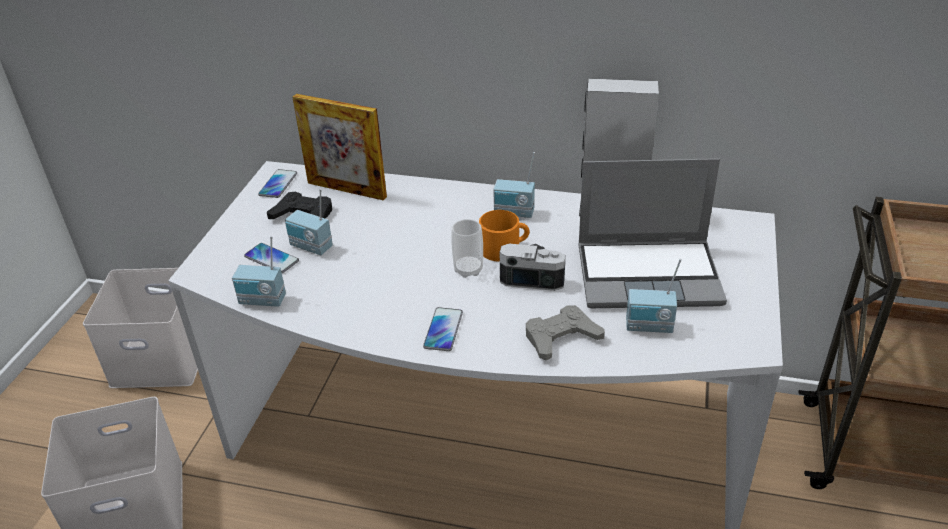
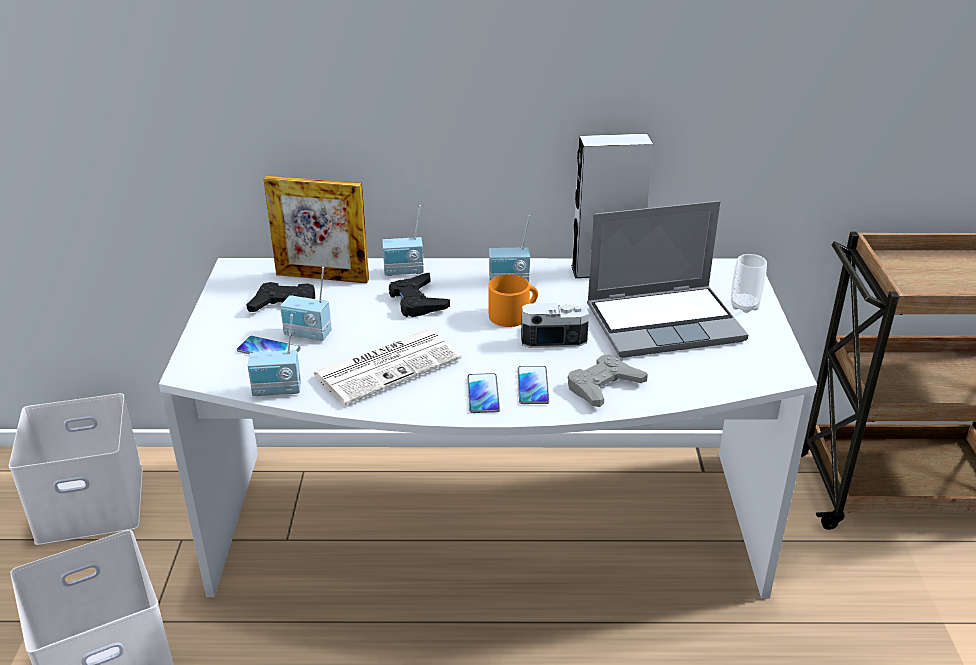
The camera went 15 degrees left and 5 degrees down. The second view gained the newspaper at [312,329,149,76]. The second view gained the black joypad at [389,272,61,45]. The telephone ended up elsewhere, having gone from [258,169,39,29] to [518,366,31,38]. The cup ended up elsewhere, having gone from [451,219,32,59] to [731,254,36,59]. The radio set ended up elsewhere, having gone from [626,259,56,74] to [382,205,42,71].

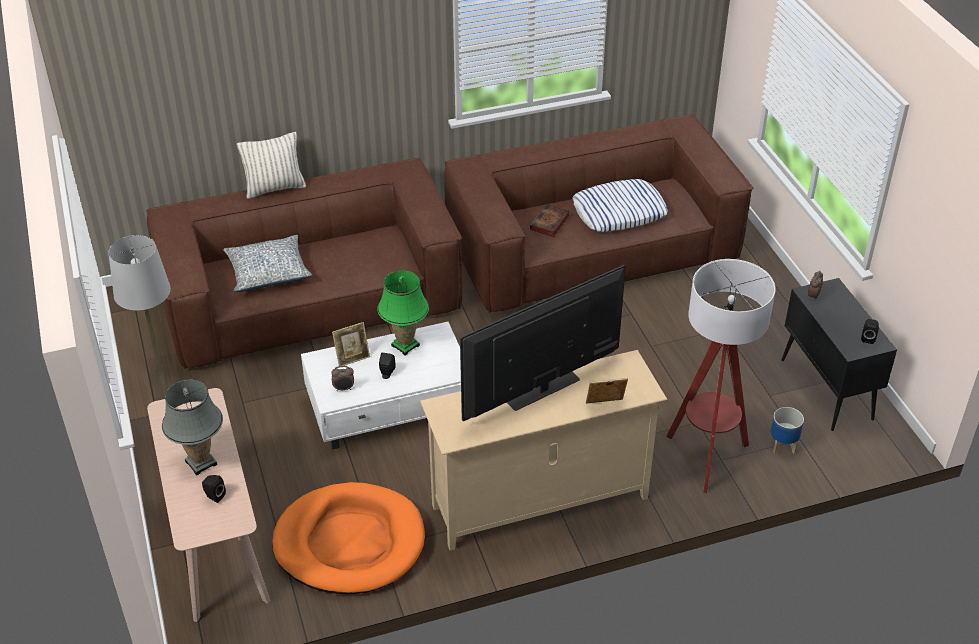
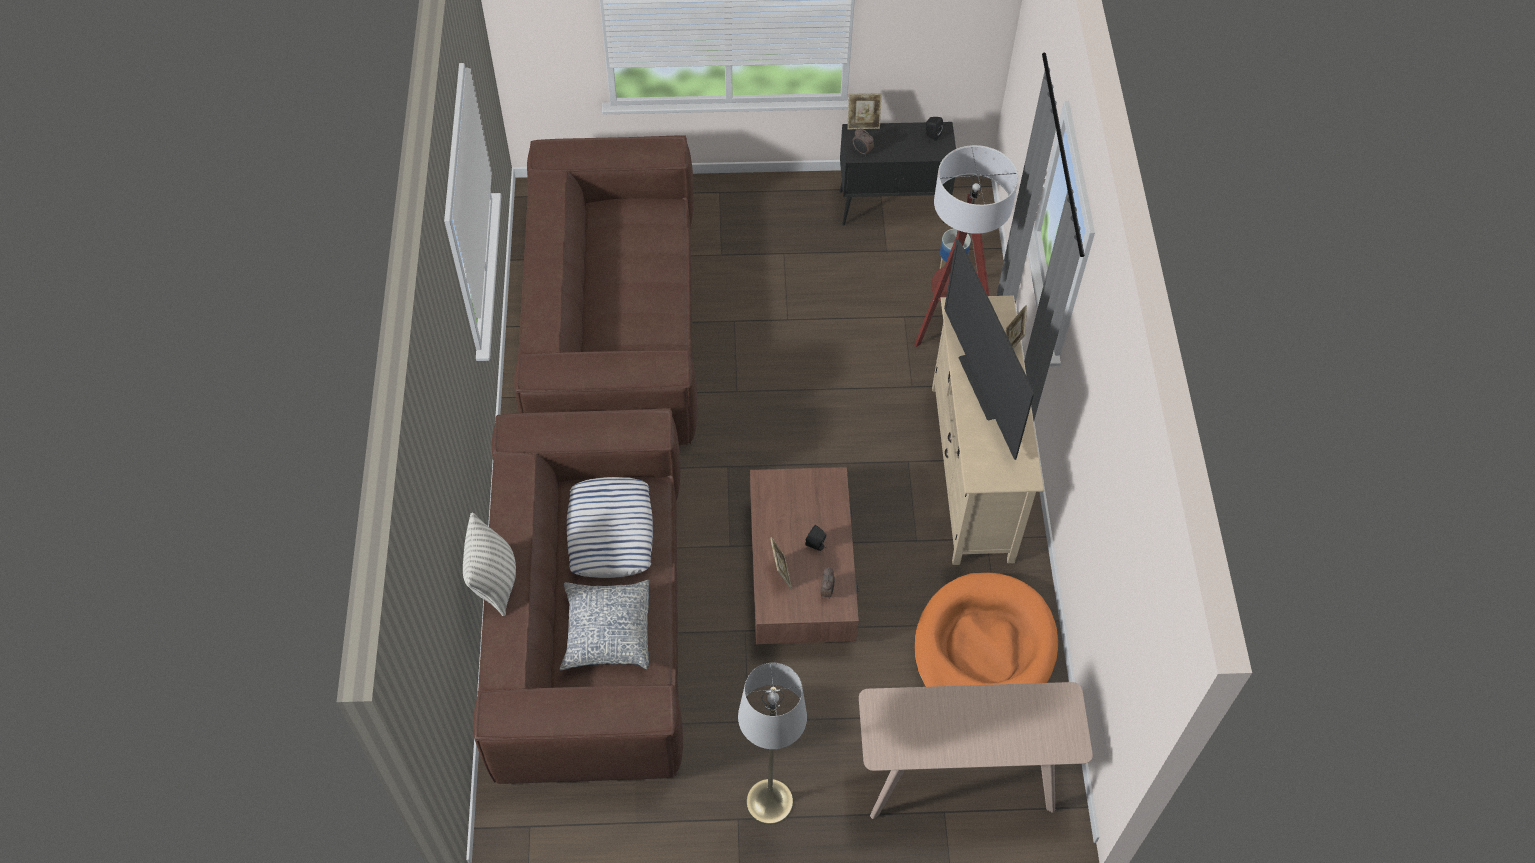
The camera went 75 degrees left and 15 degrees up. The second view lost the greyish table lamp at [162,380,61,95]. The second view lost the black audio speaker at [202,475,24,28]. The second view lost the green table lamp at [377,271,52,84]. The second view lost the volume at [530,204,40,33]. The second view gained the standing frame at [847,93,35,37]. The cushion ended up elsewhere, having gone from [573,179,95,53] to [567,477,86,101]. What was the whitish low table at [301,322,160,128] turned into the brown low table at [750,467,109,177].

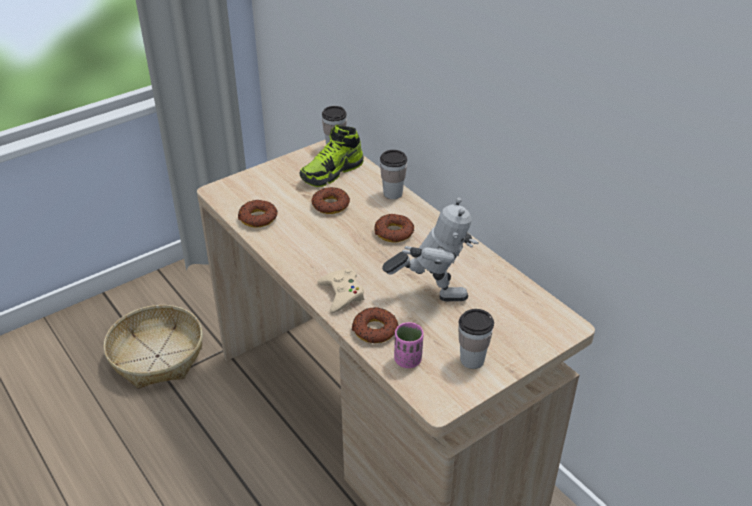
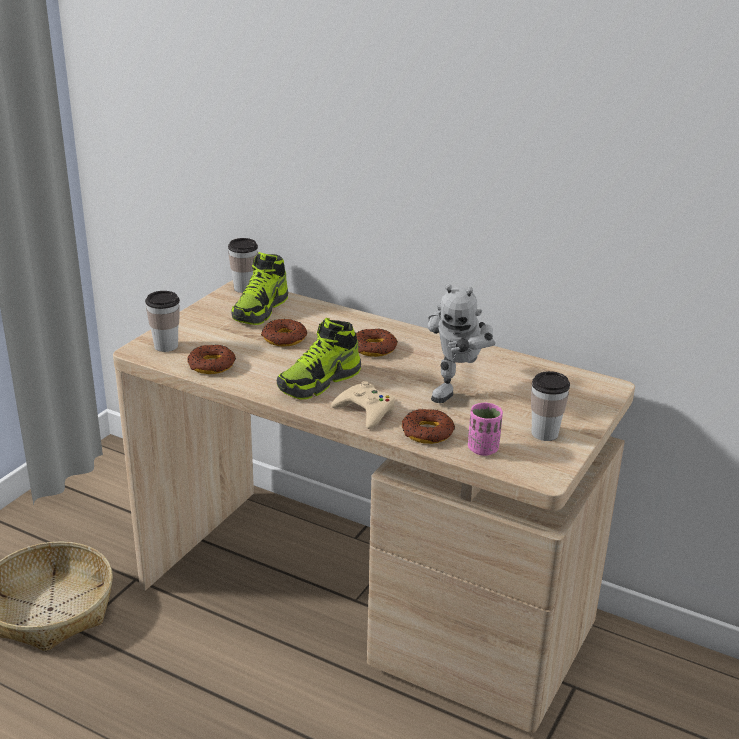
The camera went 25 degrees left and 10 degrees down. The second view gained the item of footwear at [277,317,84,82]. The cup ended up elsewhere, having gone from [380,150,27,49] to [145,291,35,61]. The toy robot at [382,197,97,104] ended up facing another way, 135 degrees clockwise from before.

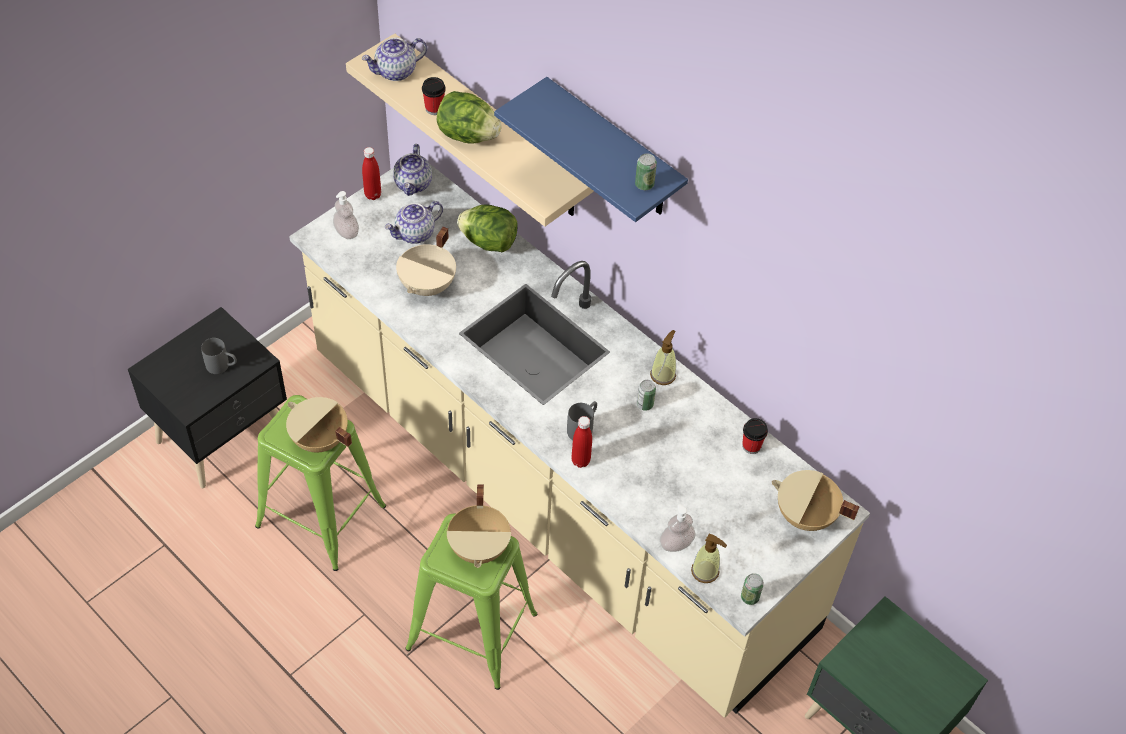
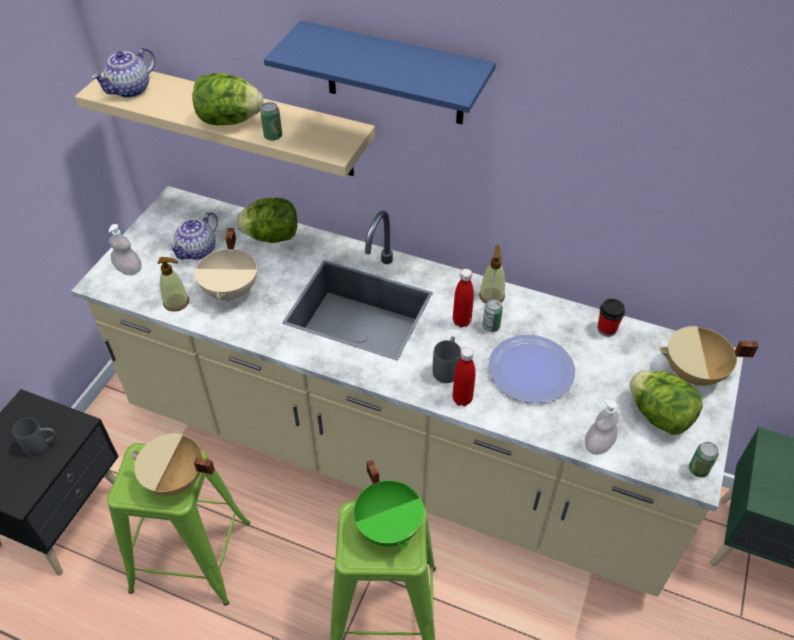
The camera went 20 degrees left and 5 degrees down. The second view lost the teapot at [393,144,39,52]. The second view lost the cup at [422,77,24,38]. The second view gained the flat dish at [488,335,87,68]. The second view gained the lettuce head at [630,371,73,64]. The red beverage bottle ended up elsewhere, having gone from [362,147,19,53] to [453,269,21,58]. The can ended up elsewhere, having gone from [635,153,22,37] to [260,102,22,39]. The liquid soap bottle ended up elsewhere, having gone from [691,534,36,49] to [157,257,32,55]. What was the sand-coloured stockpot at [447,484,64,84] turned into the green stockpot at [354,460,70,89].

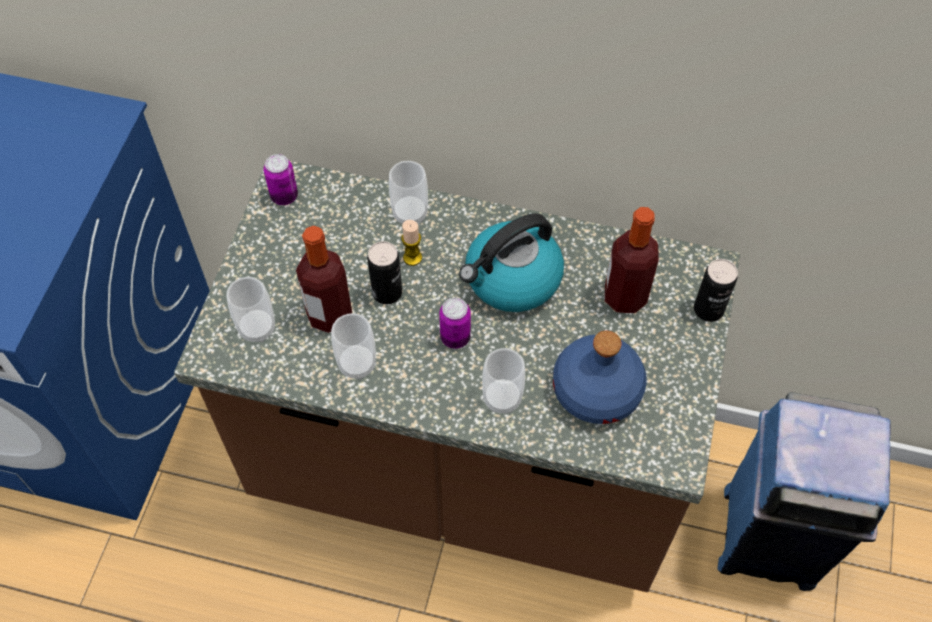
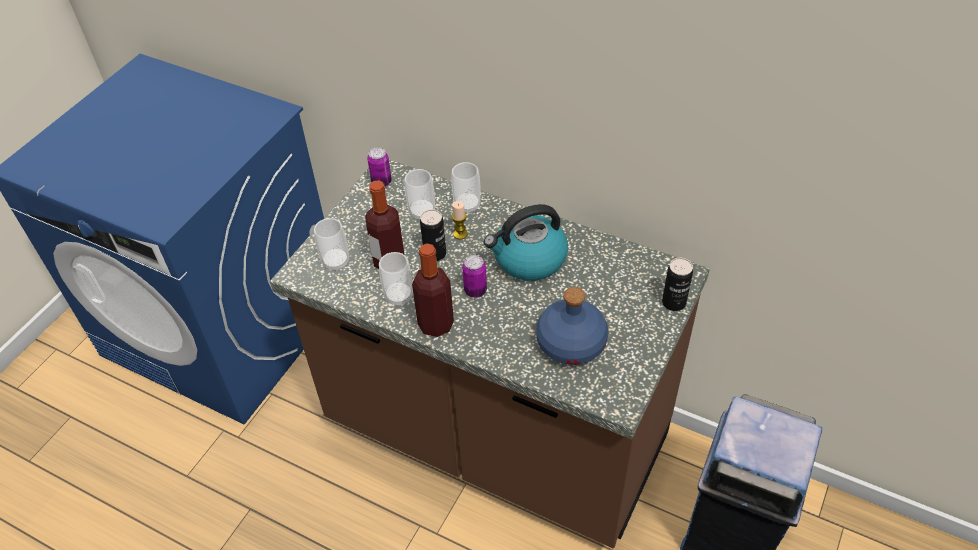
The camera went 15 degrees right and 10 degrees down. The cup ended up elsewhere, having gone from [482,348,43,66] to [404,169,31,51]. The beverage bottle ended up elsewhere, having gone from [605,207,54,106] to [412,244,42,93].

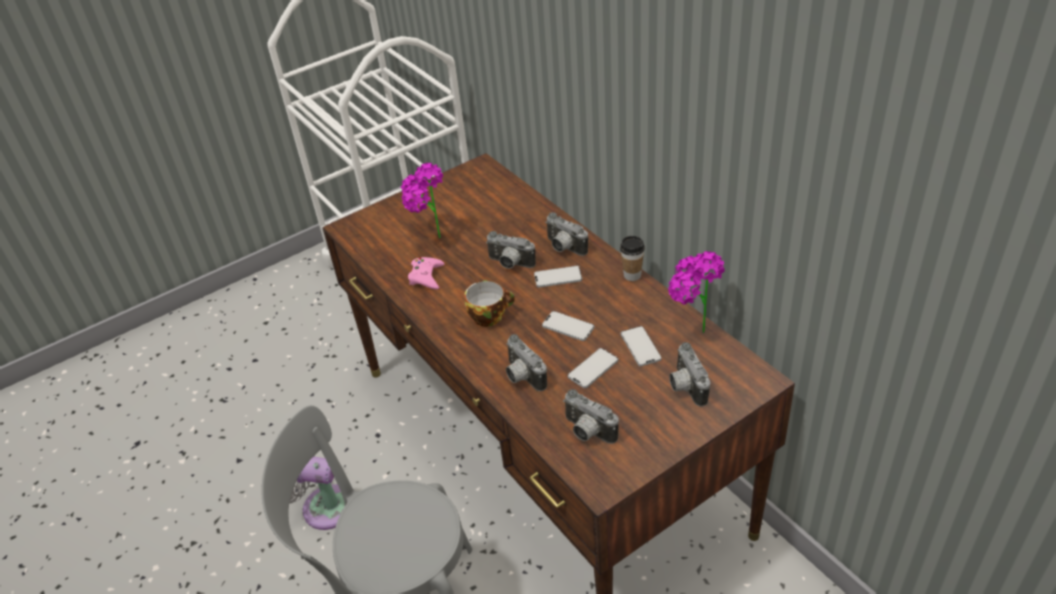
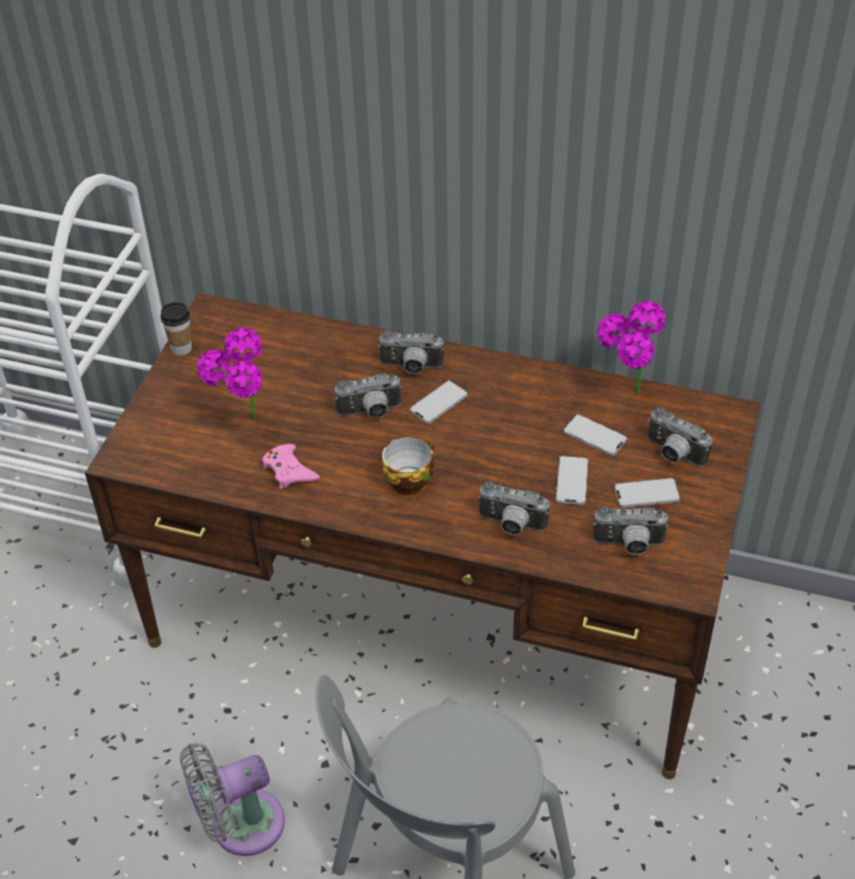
The camera went 40 degrees left and 5 degrees up. The telephone ended up elsewhere, having gone from [542,311,53,30] to [614,478,67,30]. The cup ended up elsewhere, having gone from [620,236,25,45] to [160,302,32,53].

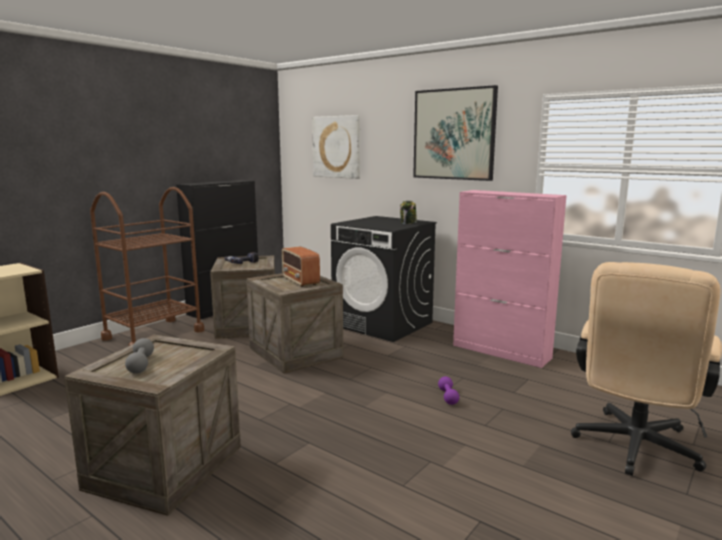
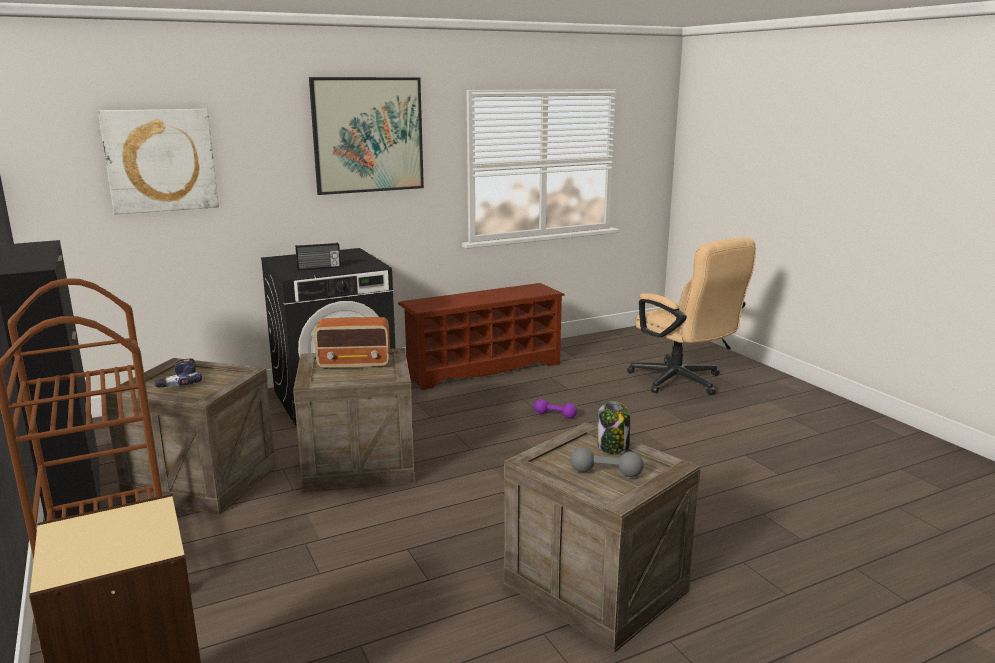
The camera went 65 degrees left and 5 degrees up. The second view gained the radio set at [295,243,46,27]. The jar ended up elsewhere, having gone from [400,201,17,23] to [597,401,33,54]. Where the pink cupboard stood at [453,190,114,178], the brown shoe shelf came to stand at [398,283,167,107].

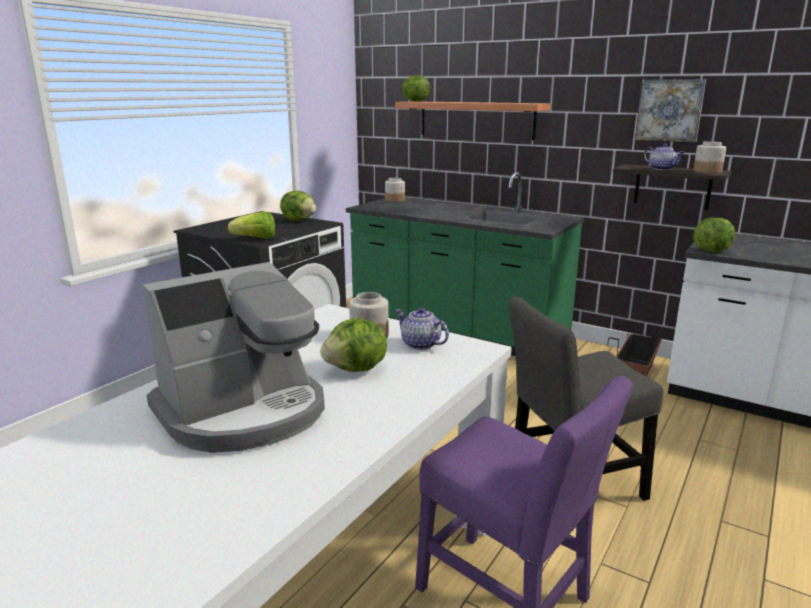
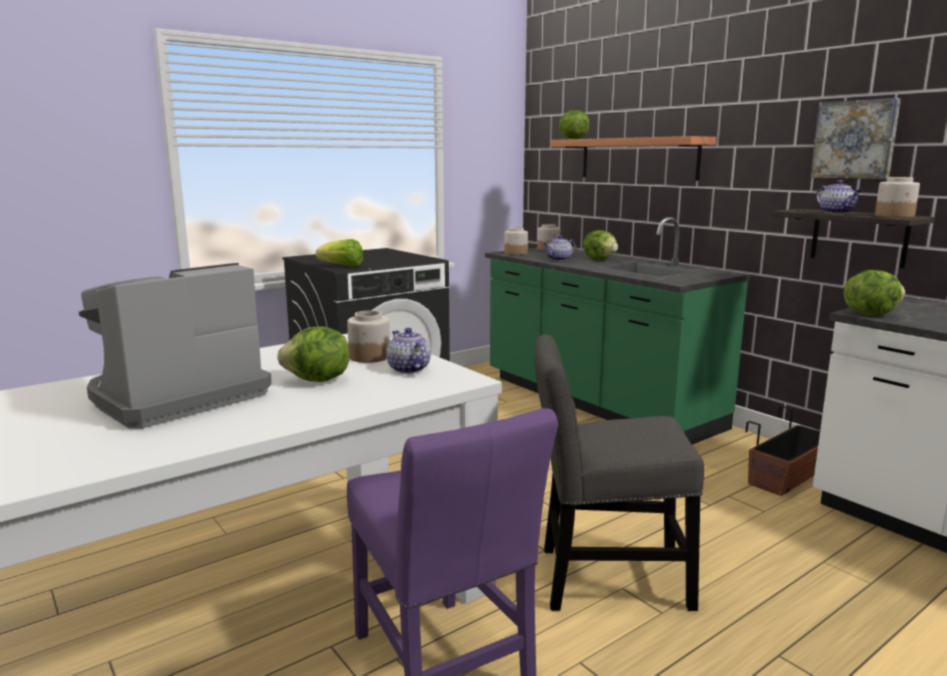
The camera went 20 degrees right and 5 degrees down. The second view gained the jar at [504,227,24,28]. The second view gained the teapot at [543,235,33,26]. The lettuce head ended up elsewhere, having gone from [280,191,36,30] to [583,230,35,29]. The coffee maker at [142,262,183,191] ended up facing another way, 150 degrees clockwise from before.

